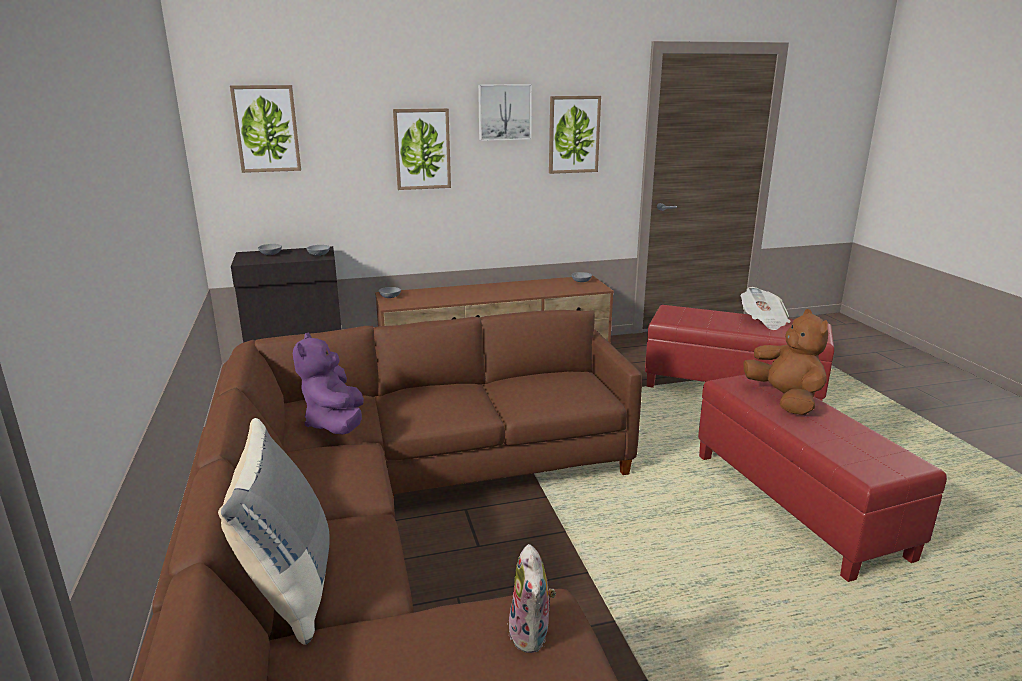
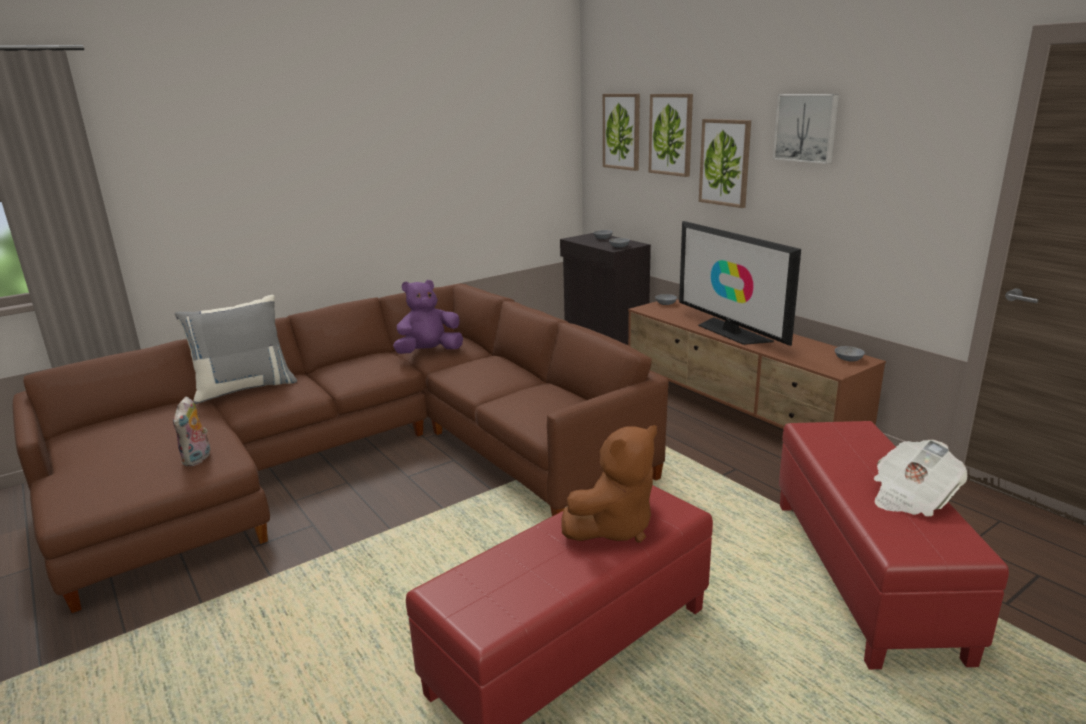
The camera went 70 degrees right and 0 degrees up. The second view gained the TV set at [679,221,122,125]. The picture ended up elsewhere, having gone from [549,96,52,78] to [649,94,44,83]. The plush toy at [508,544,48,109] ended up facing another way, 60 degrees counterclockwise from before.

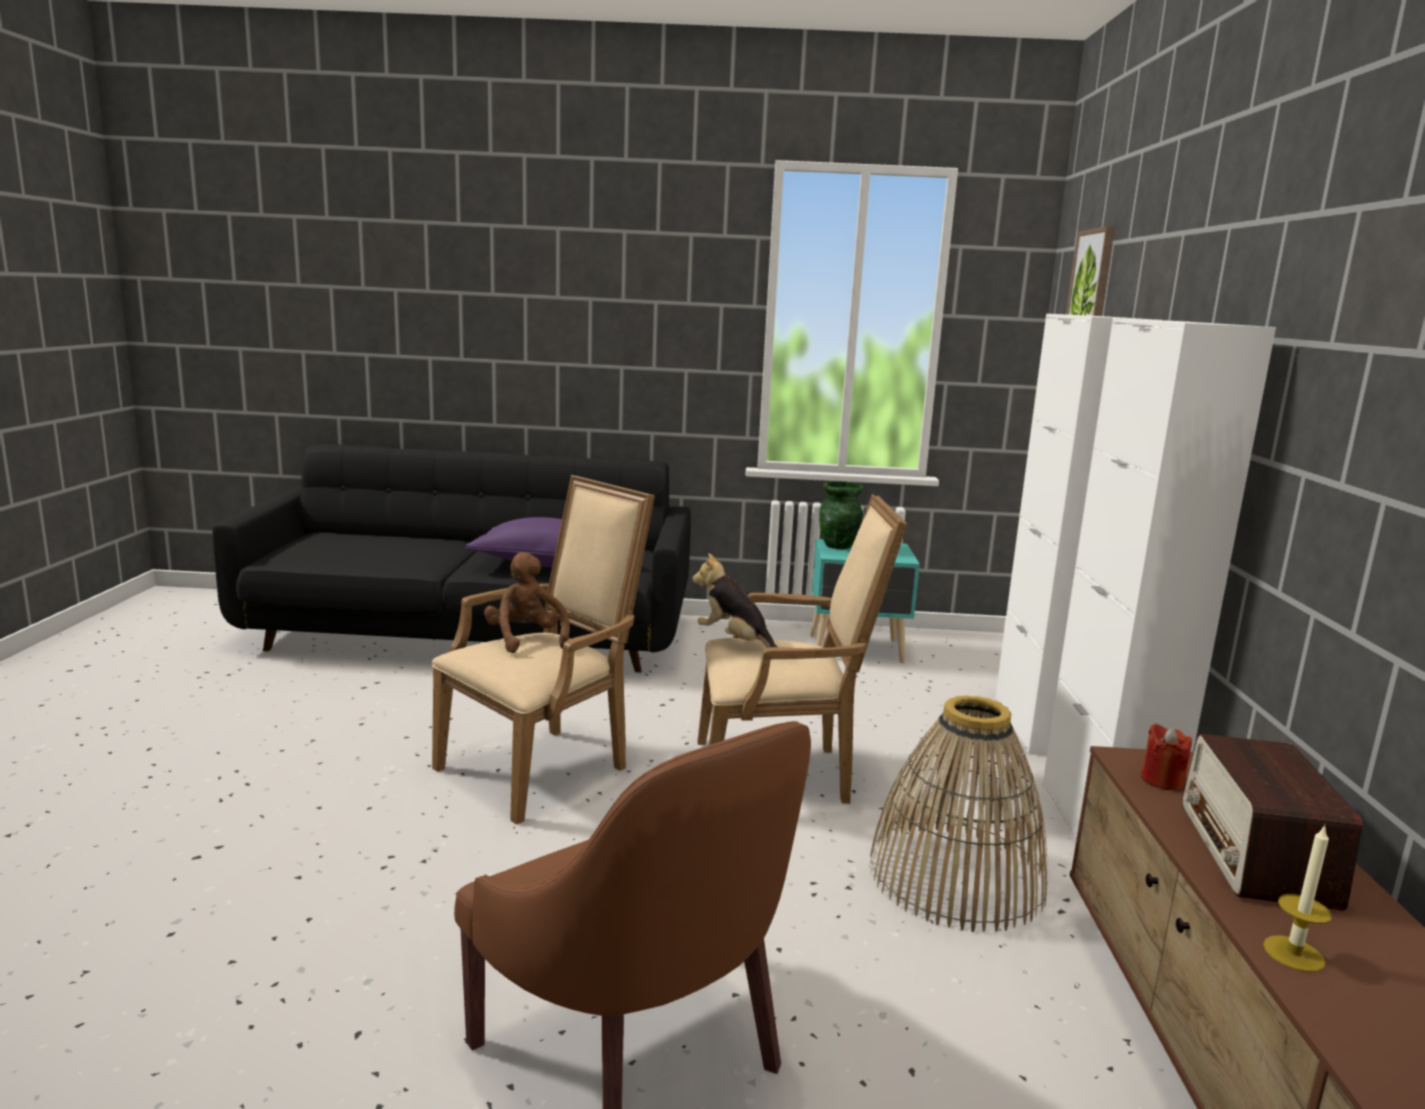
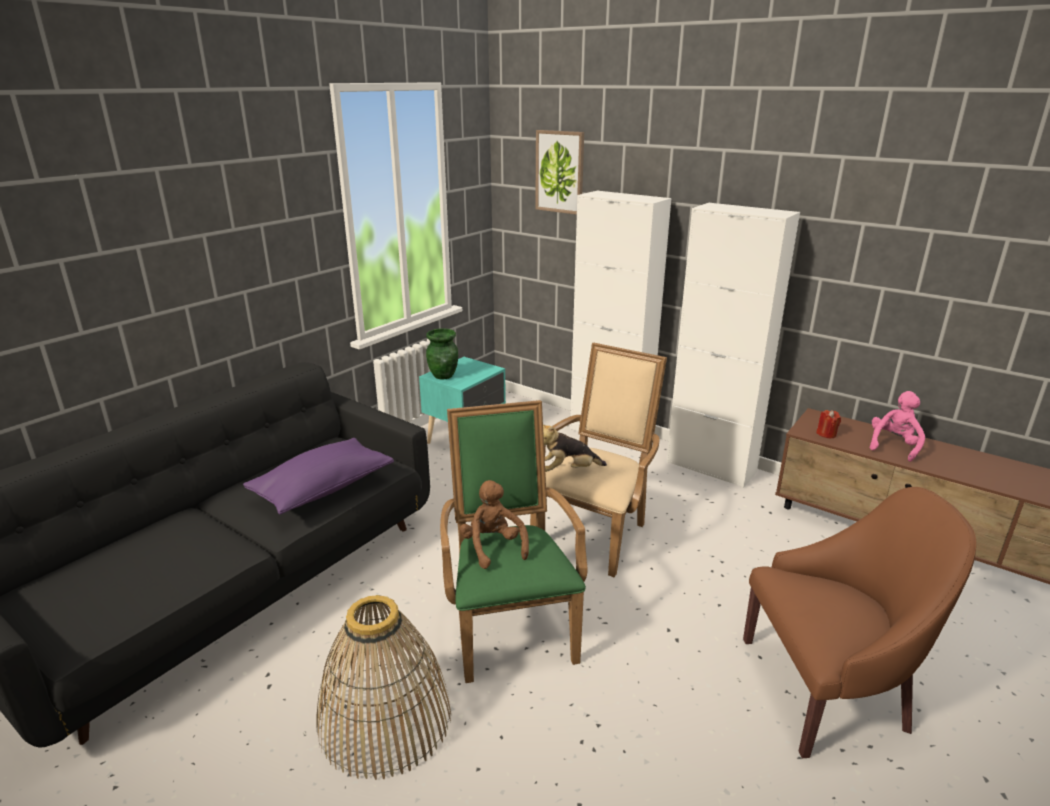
The camera went 55 degrees left and 10 degrees up. The second view lost the candle at [1263,825,69,147]. The storage basket ended up elsewhere, having gone from [869,695,179,237] to [316,595,135,185]. Where the radio set stood at [1183,734,179,177], the pink plush toy came to stand at [870,391,55,71]. What was the sand-coloured easy chair at [432,475,223,350] turned into the green easy chair at [440,400,148,283]. The brown plush toy at [484,552,86,101] ended up facing another way, 60 degrees clockwise from before.

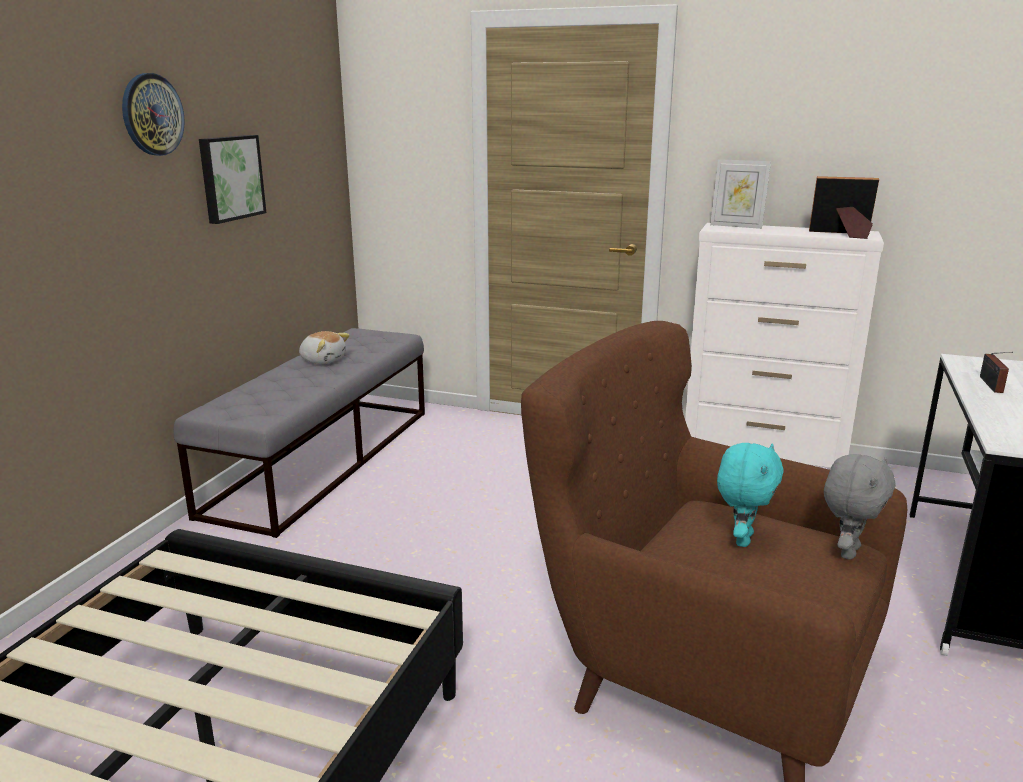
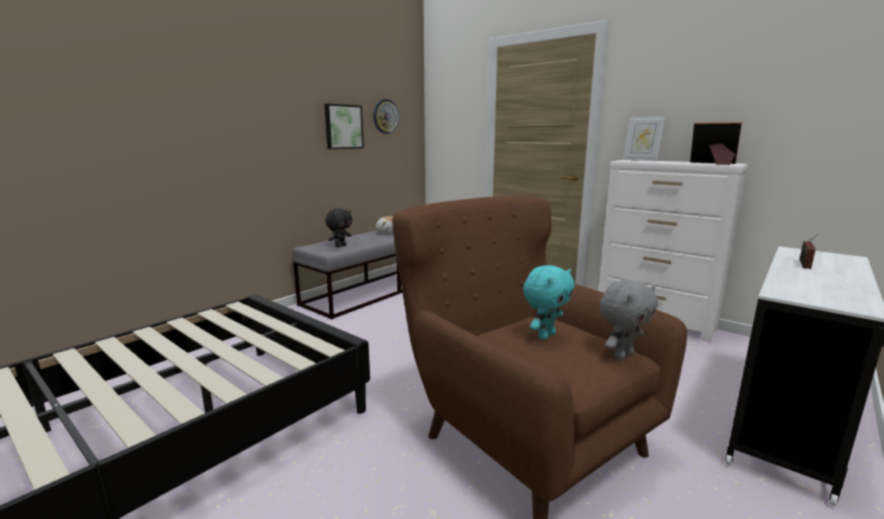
The camera went 20 degrees right and 5 degrees down. The second view gained the black plush toy at [325,208,27,39]. The wall clock ended up elsewhere, having gone from [122,73,63,83] to [373,99,26,35].

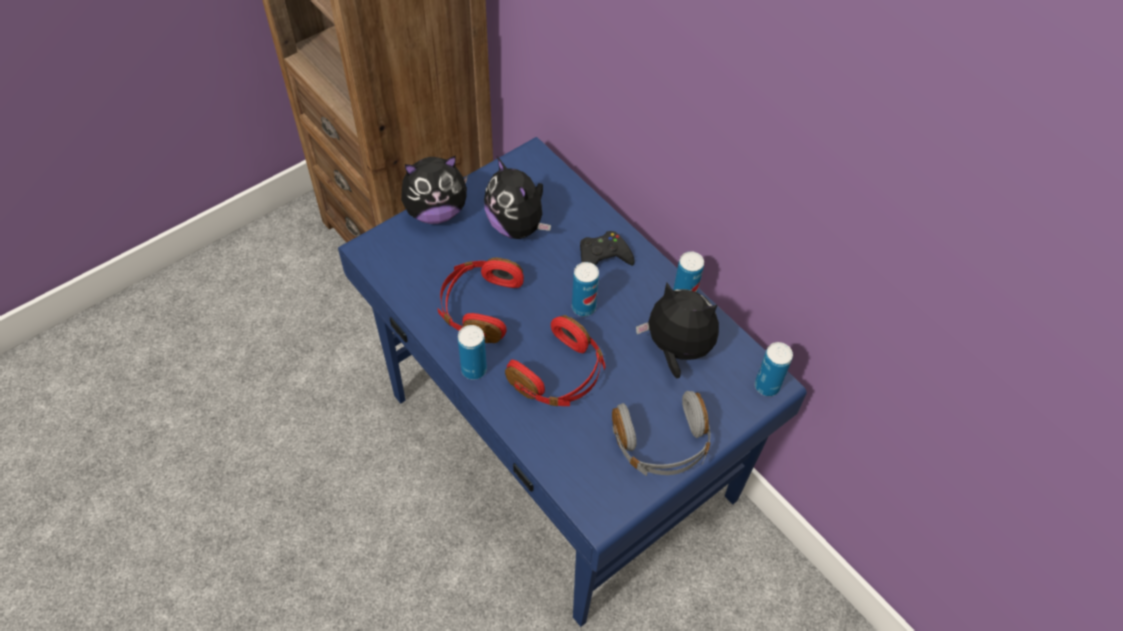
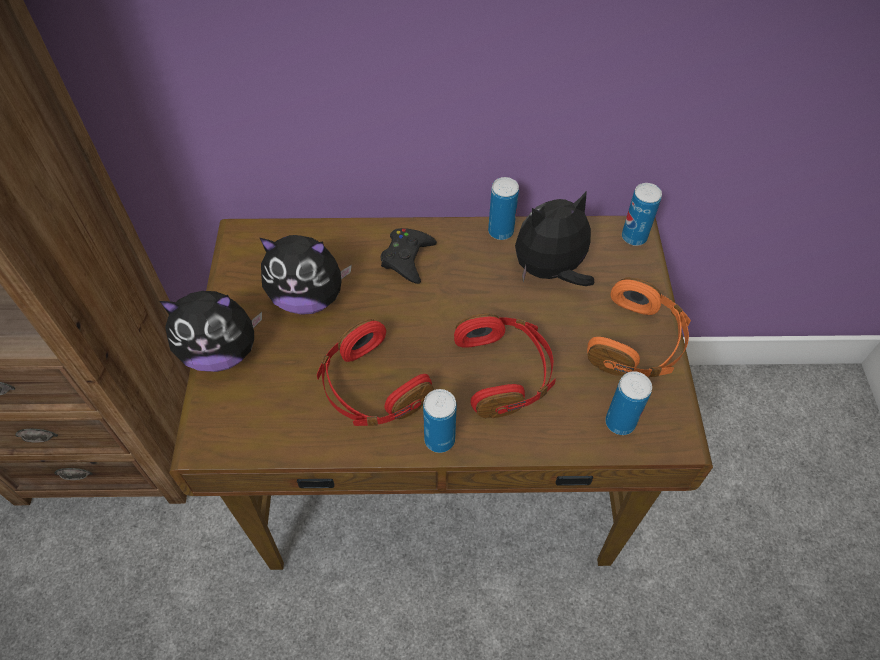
The camera went 50 degrees left and 0 degrees up. The can ended up elsewhere, having gone from [572,262,27,54] to [605,371,47,64]. What was the blue-coloured desk unit at [338,137,469,490] turned into the brown desk unit at [170,216,543,354]. What was the greyish pair of headphones at [612,391,98,85] turned into the orange pair of headphones at [587,277,104,100]. The plush toy at [401,156,67,68] ended up facing another way, 60 degrees clockwise from before.

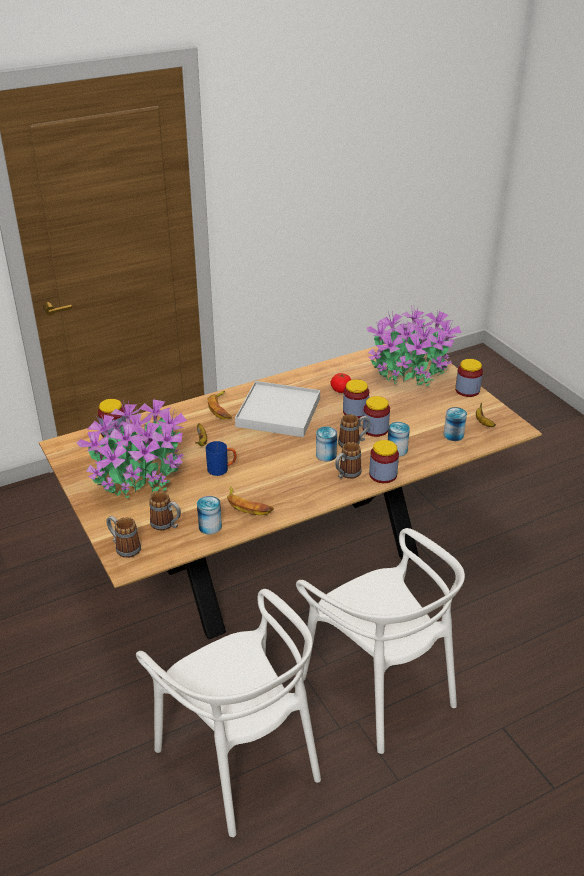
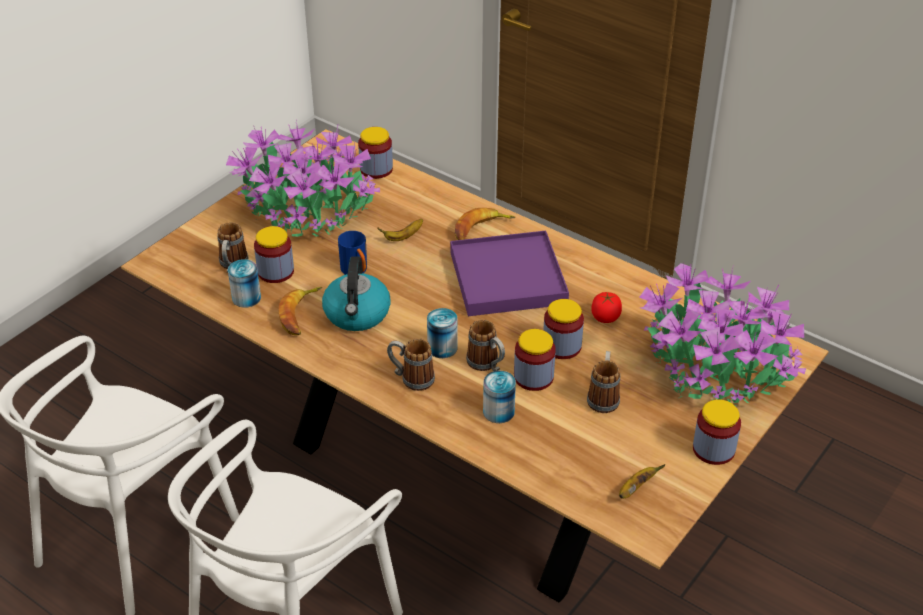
The camera went 65 degrees right and 5 degrees up. The second view lost the can at [444,407,23,34]. The second view gained the tea kettle at [322,256,69,75]. The mug ended up elsewhere, having gone from [106,516,35,42] to [587,351,33,62]. The jar ended up elsewhere, having gone from [369,440,30,43] to [254,226,40,57]. What was the whitish carrying tray at [235,381,85,56] turned into the purple-coloured carrying tray at [450,231,119,85].

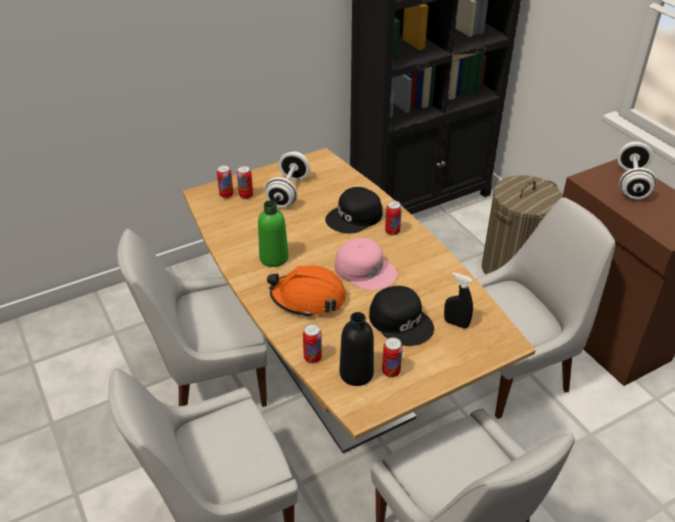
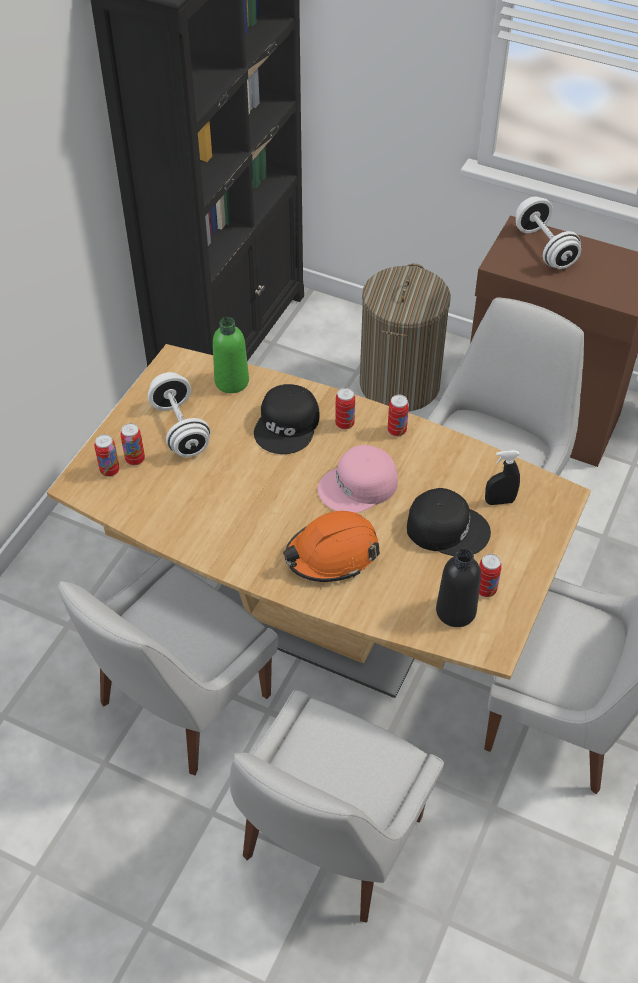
The camera went 35 degrees left and 10 degrees up. The green beverage bottle ended up elsewhere, having gone from [258,200,30,67] to [213,317,36,76]. The can ended up elsewhere, having gone from [303,324,19,39] to [388,395,21,41]. The pink cap at [335,238,62,52] ended up facing another way, 150 degrees clockwise from before.

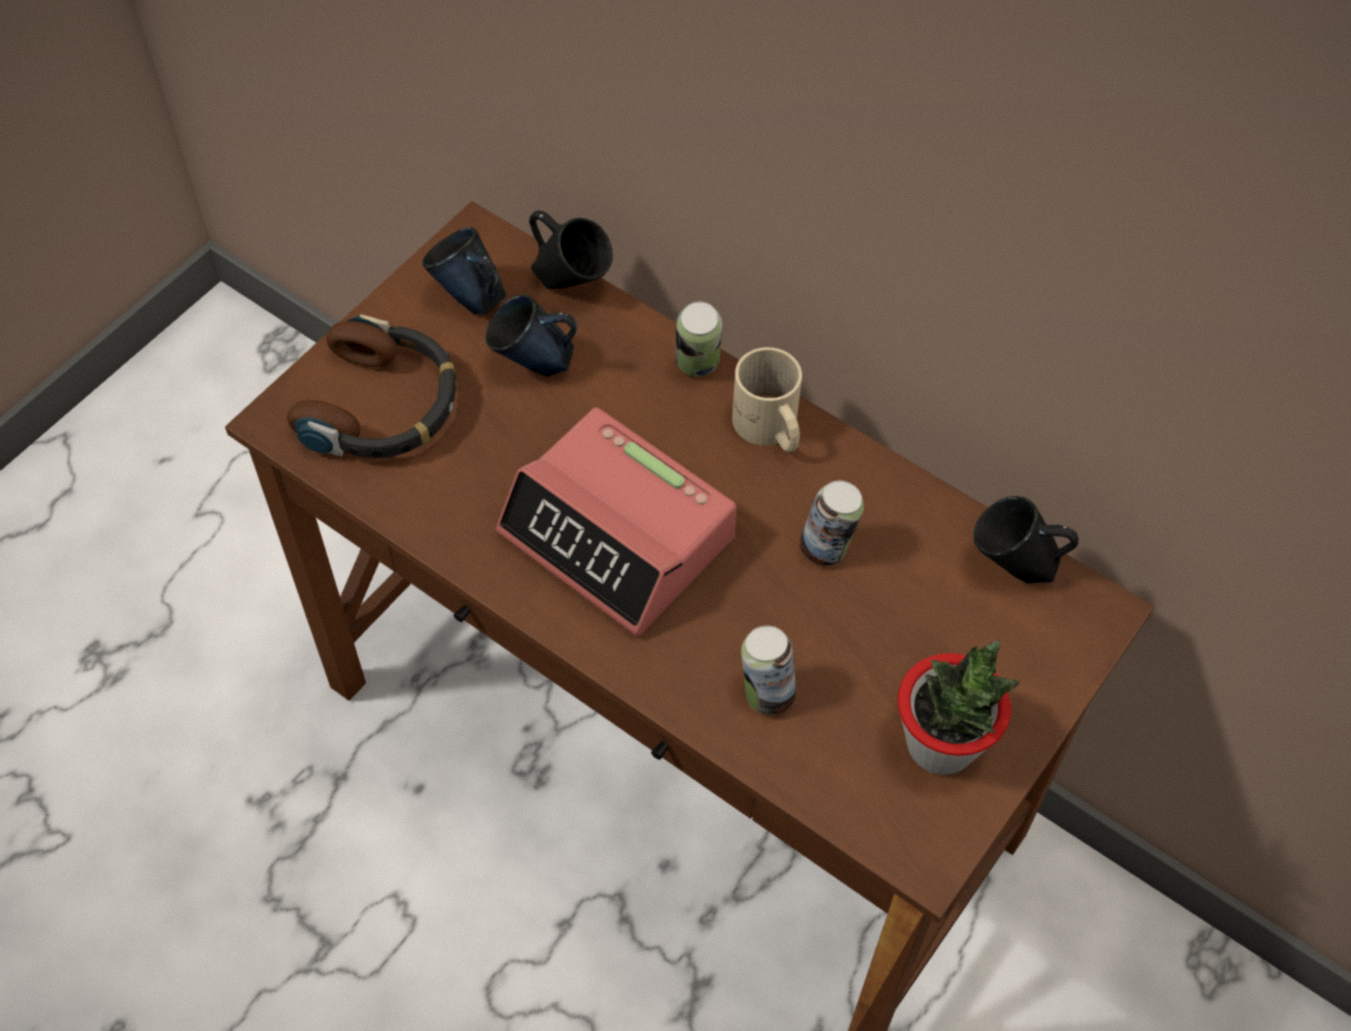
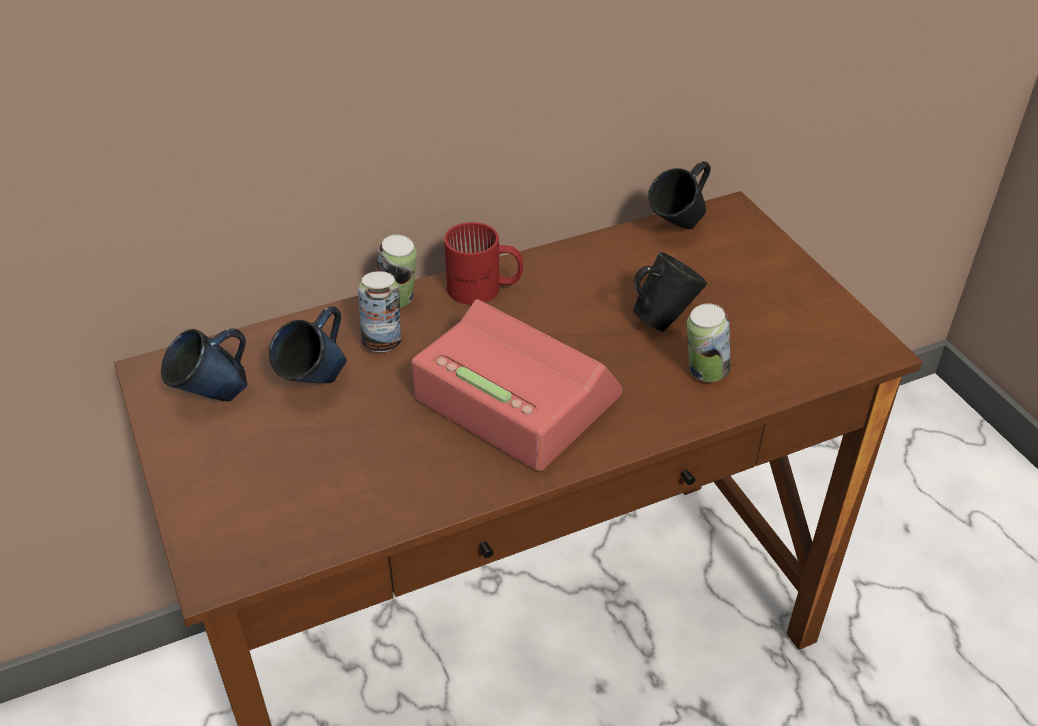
The camera went 60 degrees left and 15 degrees down. The second view lost the pair of headphones at [287,315,170,143]. The second view lost the potted plant at [898,640,122,135]. The black mug ended up elsewhere, having gone from [529,211,84,78] to [633,252,74,80]. The can ended up elsewhere, having gone from [800,480,64,85] to [358,271,43,81]. What was the sand-coloured mug at [732,347,70,105] turned into the red mug at [444,222,79,83]. The alarm clock at [496,408,240,228] ended up facing another way, 120 degrees counterclockwise from before.

